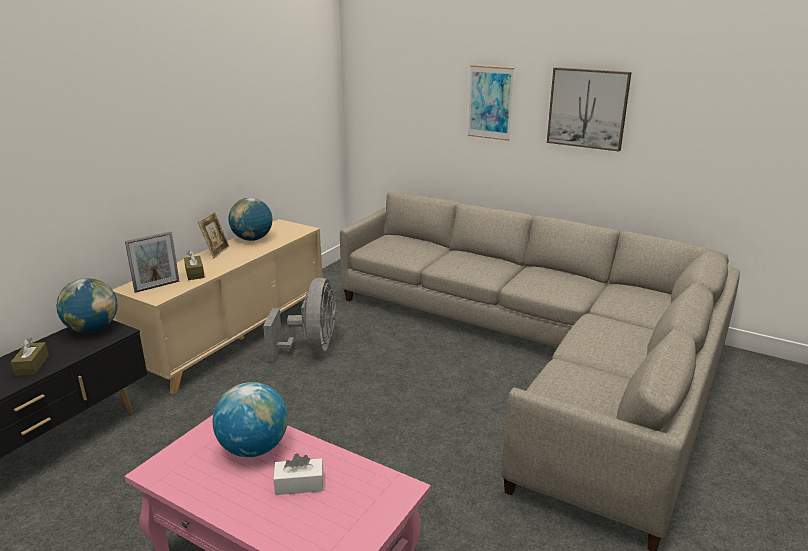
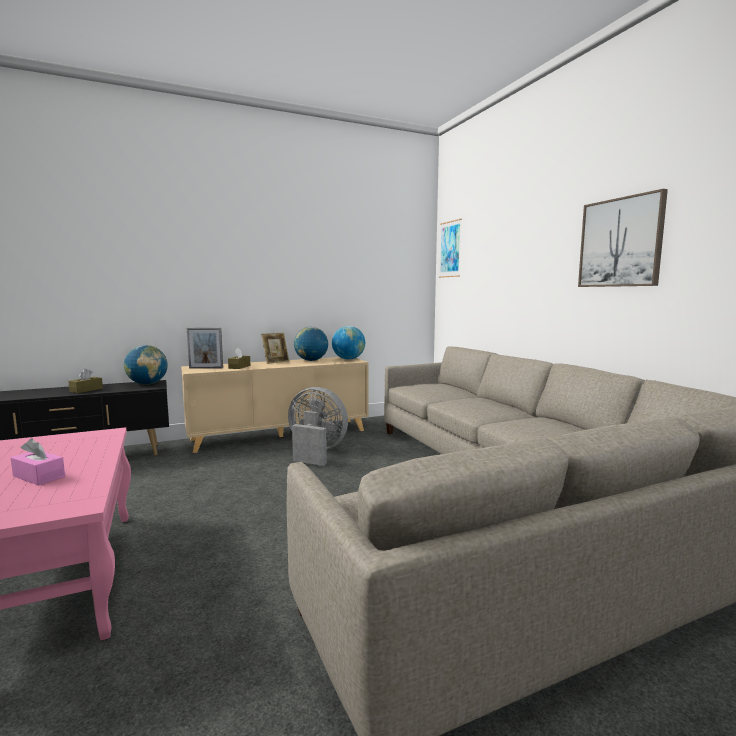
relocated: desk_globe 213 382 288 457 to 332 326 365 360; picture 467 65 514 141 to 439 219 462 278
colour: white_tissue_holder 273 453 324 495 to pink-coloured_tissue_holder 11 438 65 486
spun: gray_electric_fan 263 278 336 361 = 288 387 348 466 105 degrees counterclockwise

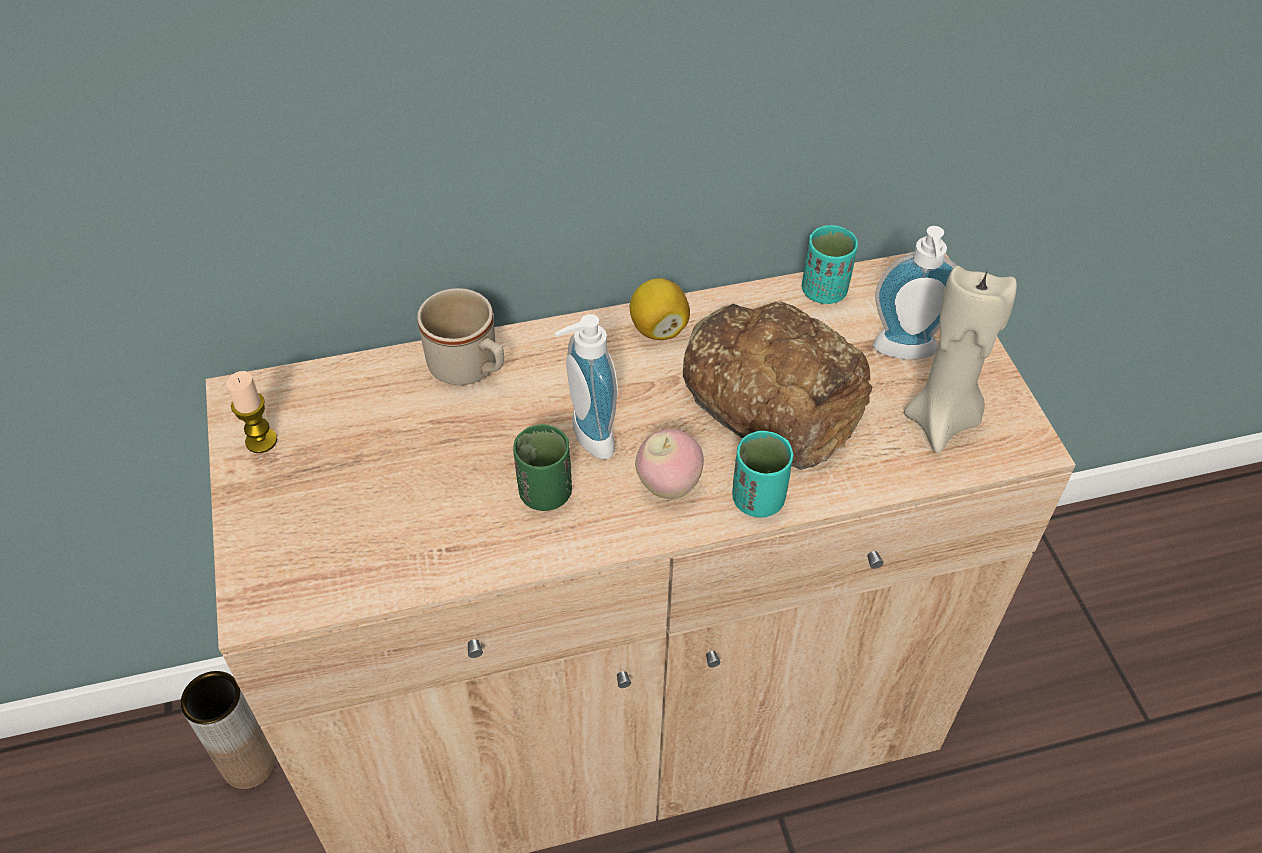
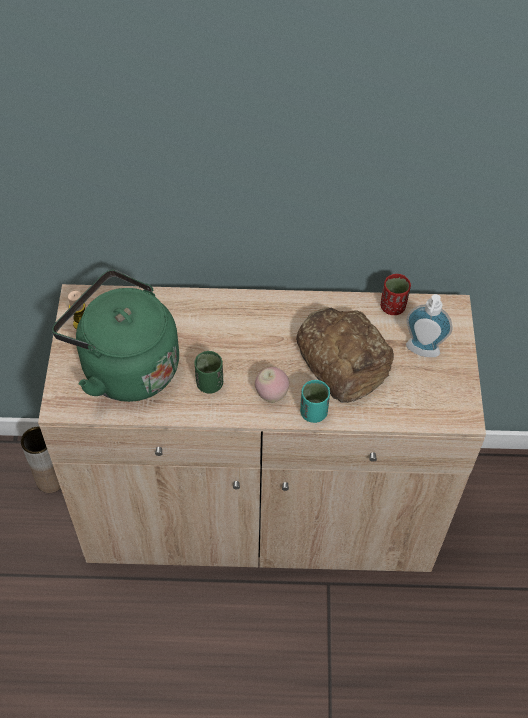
missing: beige_coffee_mug 417 288 504 385; liquid_soap_bottle 555 314 618 460; lemon 630 278 690 340; beige_wax_candle 904 266 1017 453
appeared: greenish_water_kettle 52 269 179 402
colour: turquoise_cup 802 225 858 304 to reddish_cup 380 274 411 315

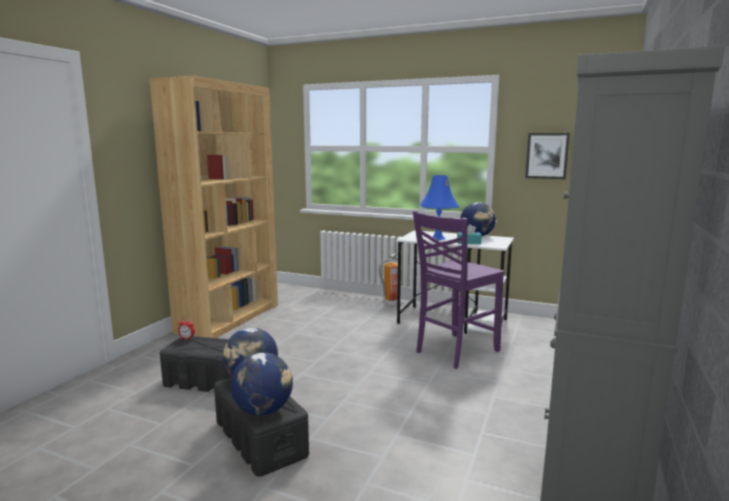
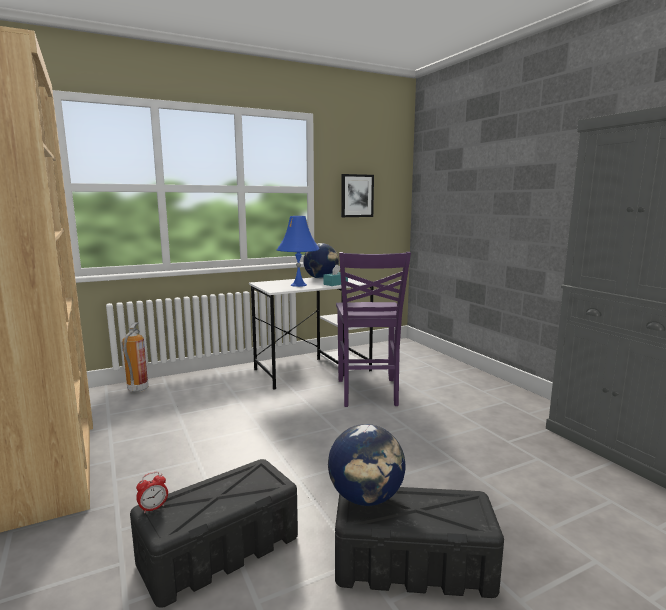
missing: desk_globe 231 352 293 416
relocated: fire_extinguisher 379 253 398 307 to 122 322 149 392

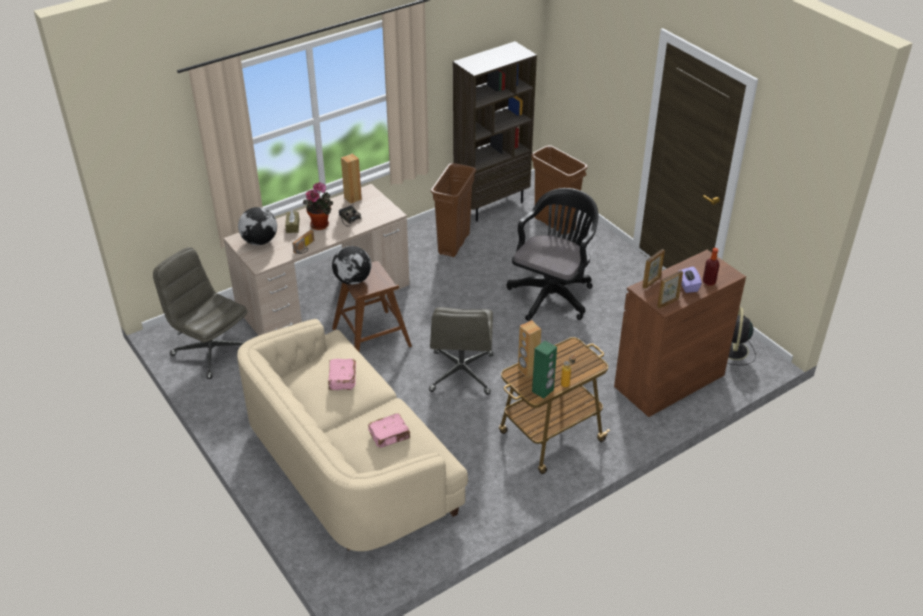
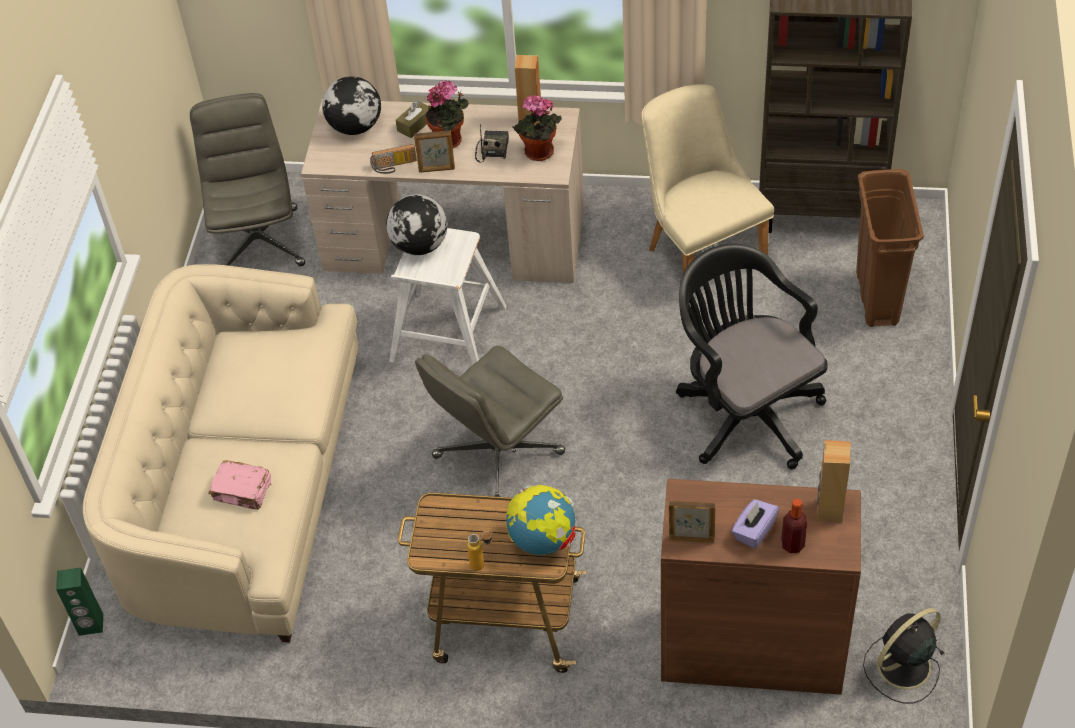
missing: pink-coloured_bound_book 328 359 356 390
appeared: desk_globe 506 484 575 555; houseplant 512 95 562 161
relocated: brown_speaker 518 320 541 378 to 817 440 851 523; greenish_speaker 532 340 557 399 to 56 568 103 636; picture_frame 642 249 665 289 to 414 130 455 173
exchanged: brown_trash_can 431 163 476 257 to beige_chair 641 84 774 274
colour: brown_sitting_stool 332 261 412 351 to white_sitting_stool 389 228 507 365
spun: blackish_office_chair 506 188 599 321 = 676 244 828 470 105 degrees counterclockwise

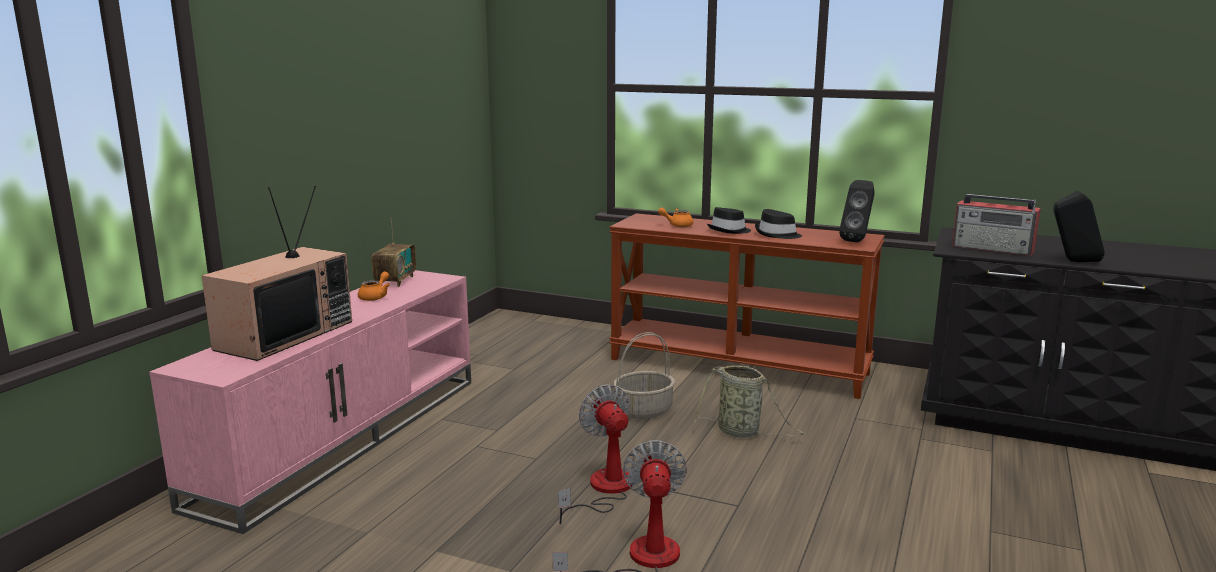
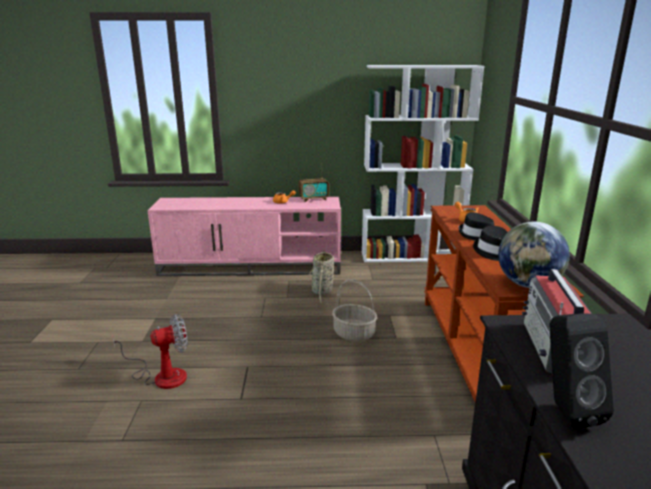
missing: TV_set 201 186 352 361; electric_fan 558 384 632 524
appeared: white_bookshelf 362 65 484 262
relocated: basket 694 365 804 438 to 308 251 334 305
exchanged: blackish_speaker 839 180 875 242 to desk_globe 498 222 570 288

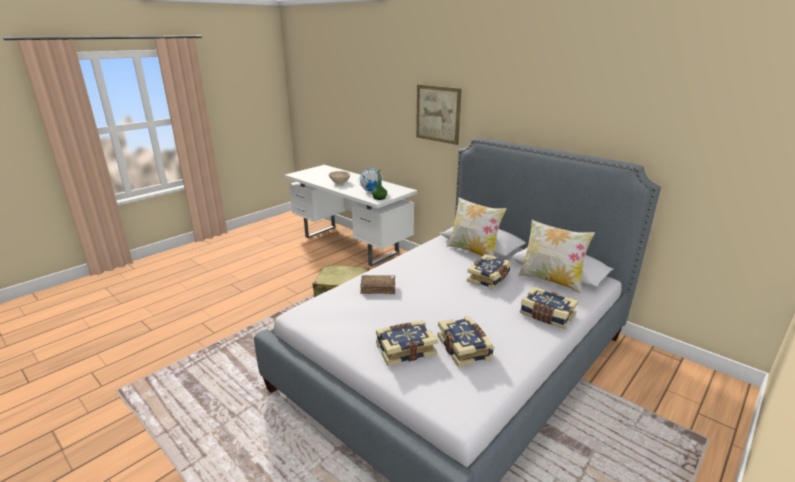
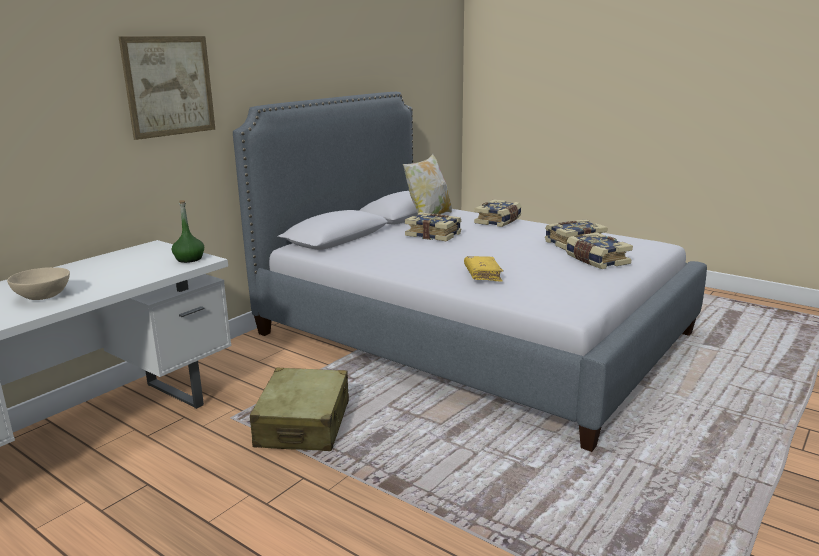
missing: desk_globe 358 166 383 191; pillow 446 197 507 257
colour: brown_bound_book 360 275 395 294 to yellowish_bound_book 464 256 504 282

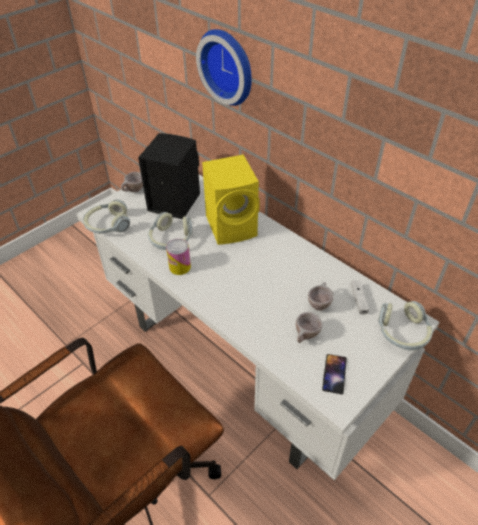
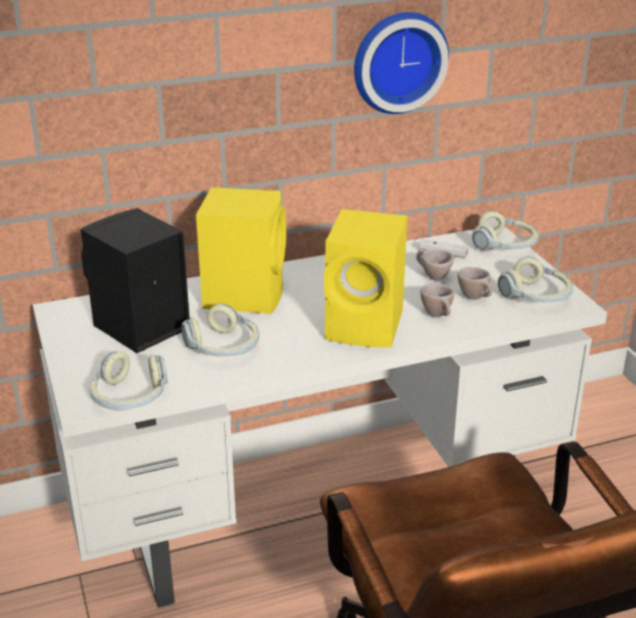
missing: metal_can 166 239 191 275
appeared: yellowish_speaker 324 209 407 348
relocated: beige_cup 121 172 143 192 to 420 283 454 317; hanging_clock 196 29 252 106 to 354 12 449 114
exchanged: handset 322 354 347 394 to headset 498 257 573 303

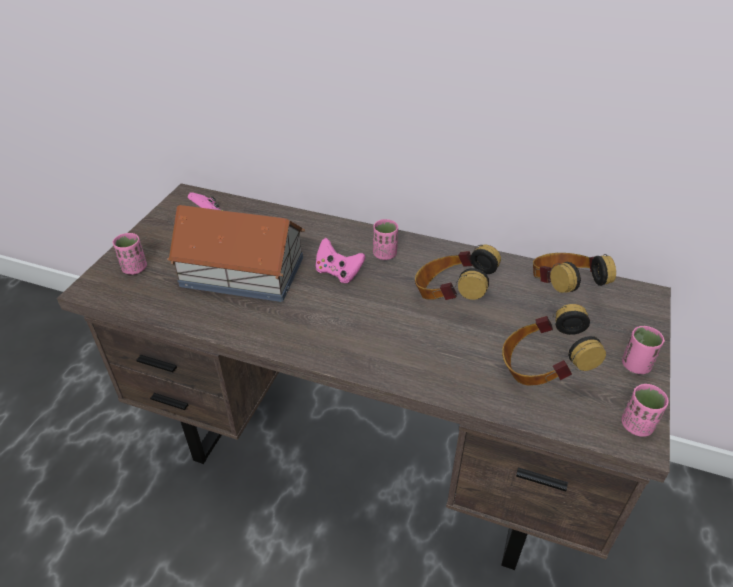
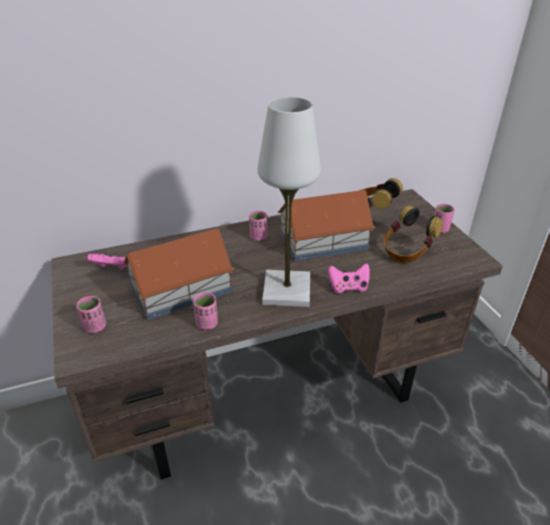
appeared: white_lamp_for_a_table 257 97 321 307
relocated: pink-coloured_game_controller 316 238 366 283 to 328 263 370 293; pink-coloured_cup 622 384 669 437 to 193 293 218 330
exchanged: headset 415 245 501 300 to miniature_house 278 190 375 261

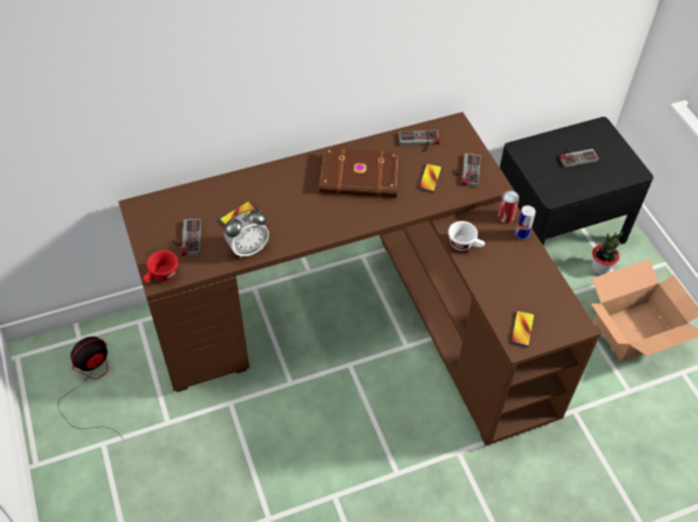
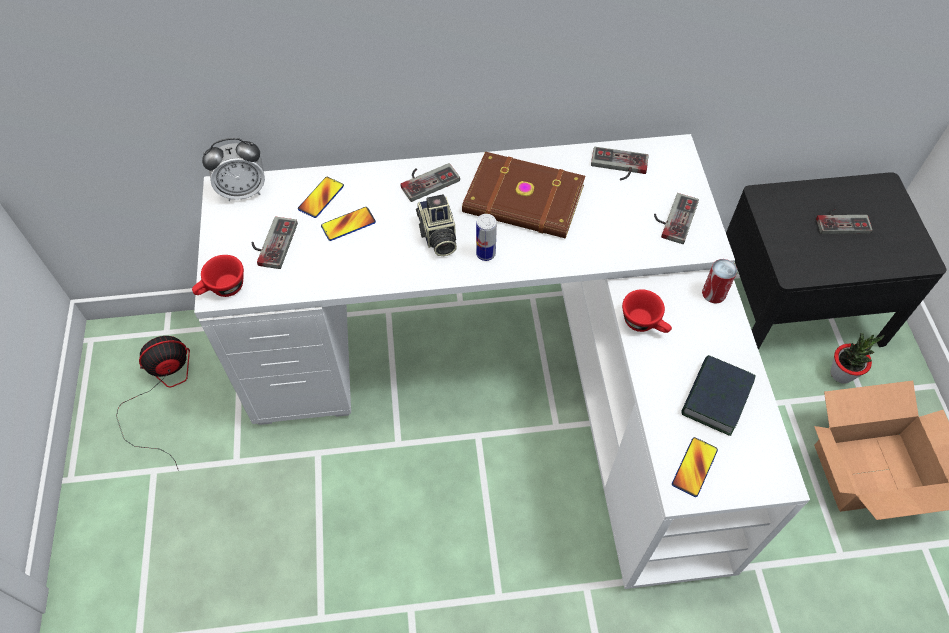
appeared: game_controller 401 163 460 202; still_camera 416 194 457 256; bound_book 682 355 756 436
relocated: bedside_clock 224 209 269 259 to 202 138 265 201; handset 418 163 442 193 to 298 177 344 218; metal_can 515 206 536 240 to 476 214 497 261
colour: brown_desk_unit 118 112 600 446 to white_desk_unit 194 134 810 589; white_cup 448 221 485 251 to reddish_cup 622 289 672 333

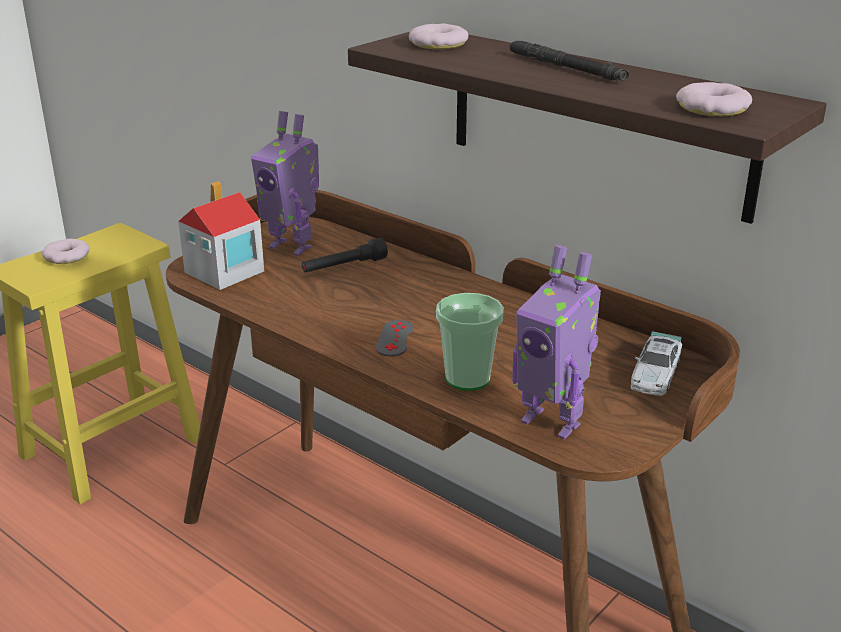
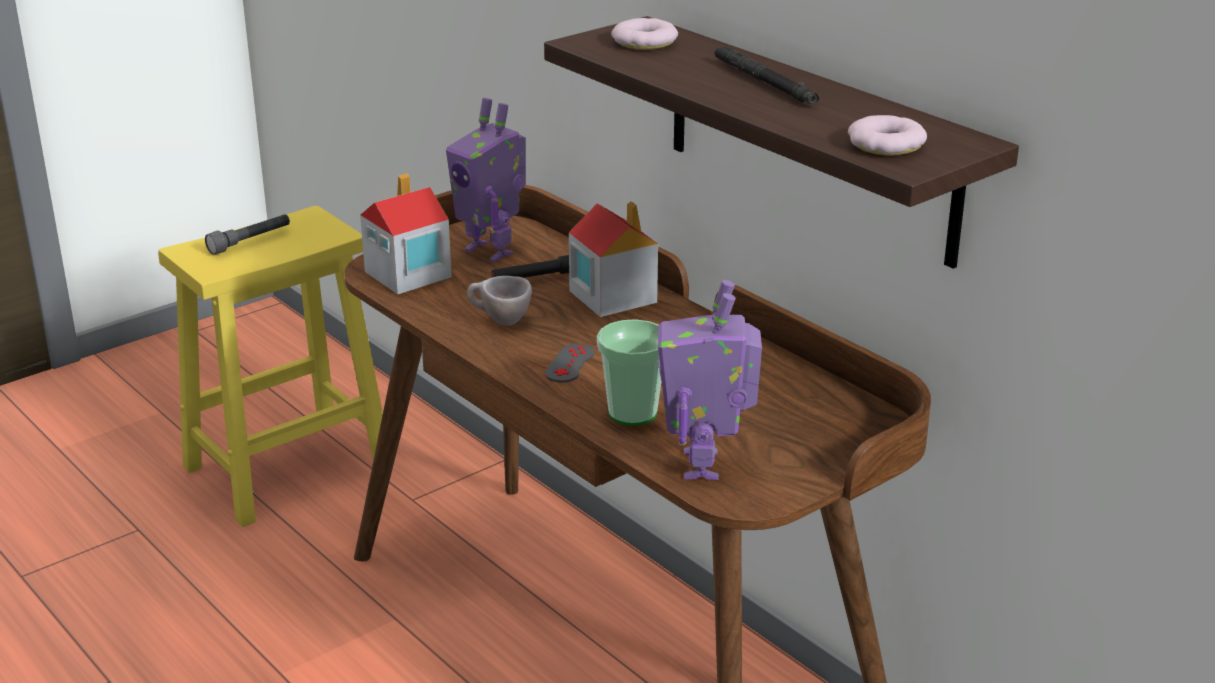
missing: miniature_car 631 331 682 396
appeared: beige_cup 467 276 532 326; miniature_house 569 201 658 317
exchanged: doughnut 42 239 90 264 to gray_torch 205 214 290 255
spun: toy_robot 512 245 601 439 = 658 280 762 480 45 degrees clockwise

